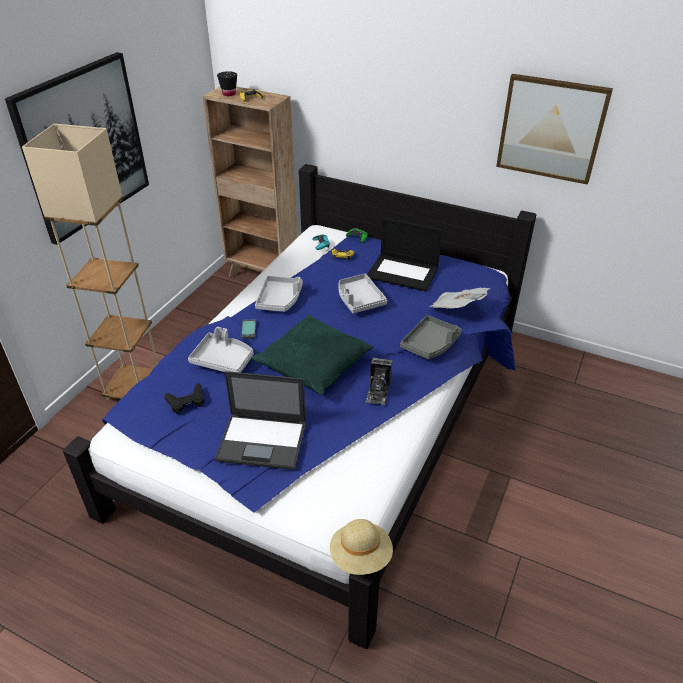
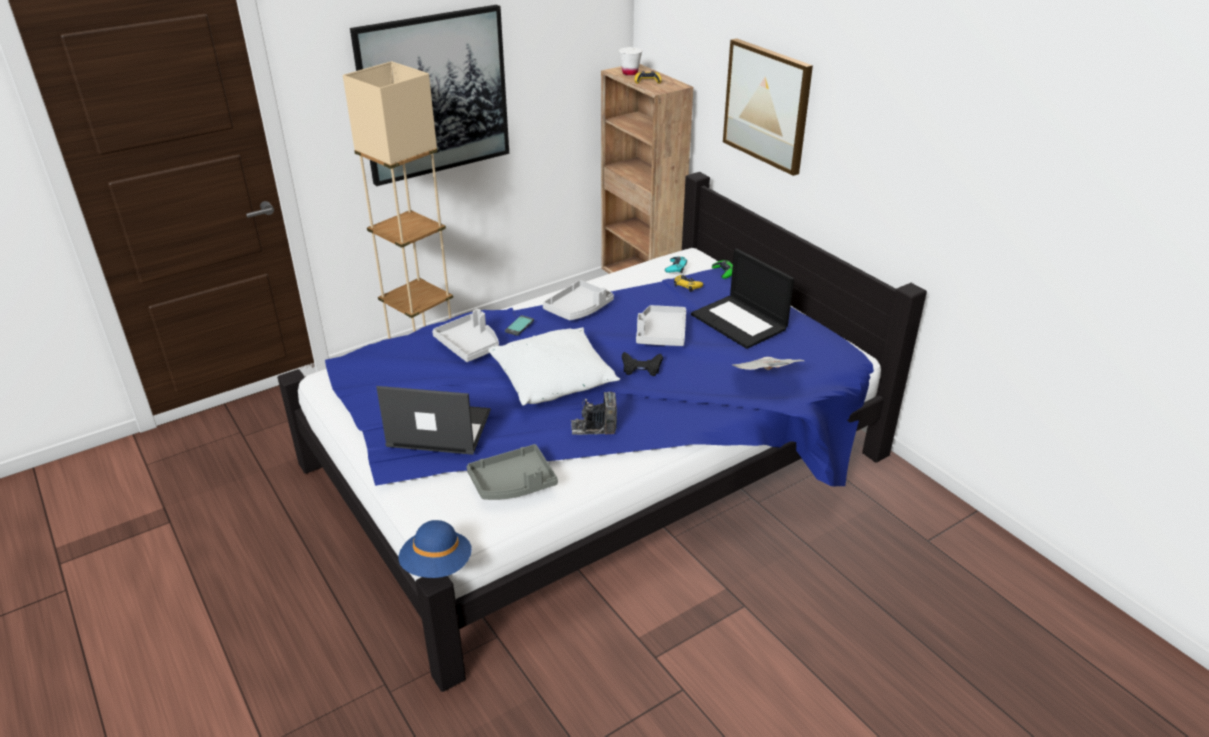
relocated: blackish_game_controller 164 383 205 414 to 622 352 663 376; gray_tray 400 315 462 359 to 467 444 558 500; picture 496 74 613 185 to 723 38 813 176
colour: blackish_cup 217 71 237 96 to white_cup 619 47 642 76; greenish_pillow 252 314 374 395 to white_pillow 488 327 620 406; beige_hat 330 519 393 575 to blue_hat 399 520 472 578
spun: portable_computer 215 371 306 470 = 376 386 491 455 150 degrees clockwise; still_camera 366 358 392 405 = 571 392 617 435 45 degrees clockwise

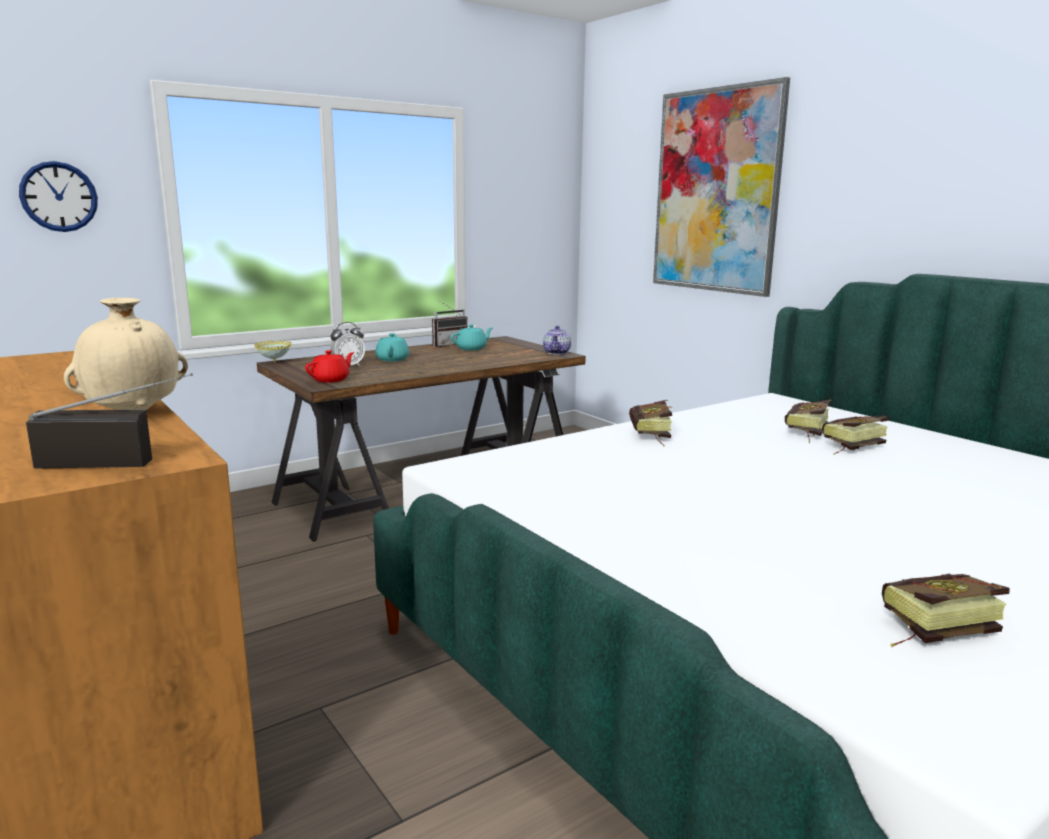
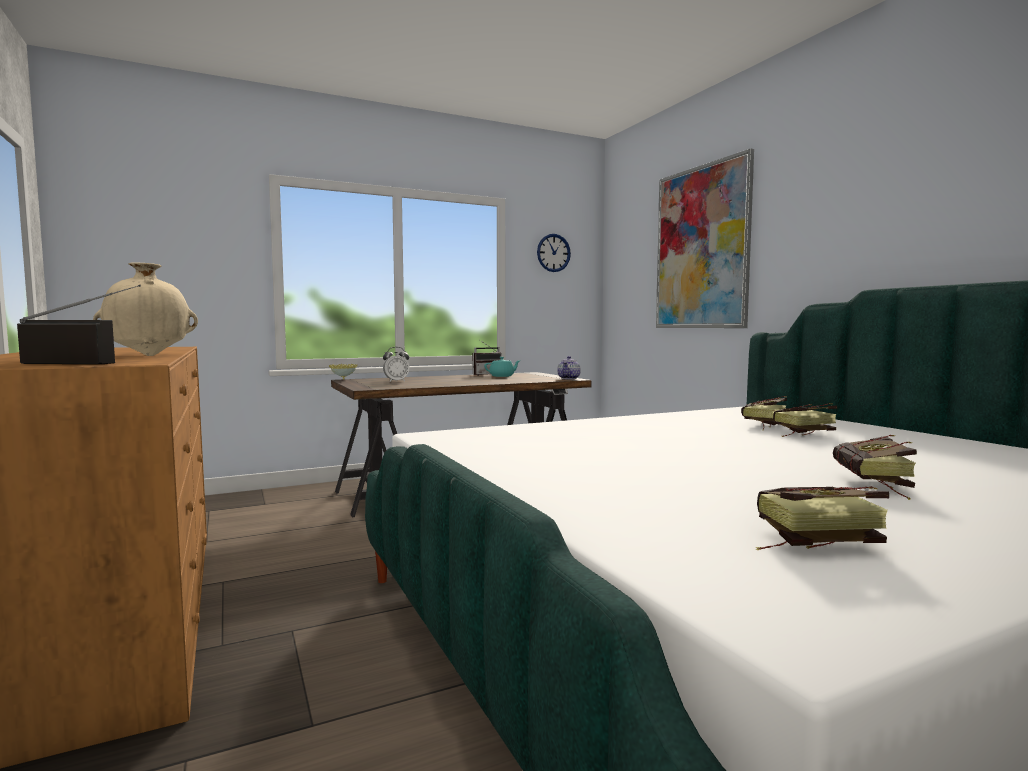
missing: reddish_teapot 305 350 354 383; turquoise_teapot 375 333 409 362
relocated: hanging_clock 19 161 98 232 to 537 234 571 272; bound_book 629 400 672 447 to 833 435 917 500

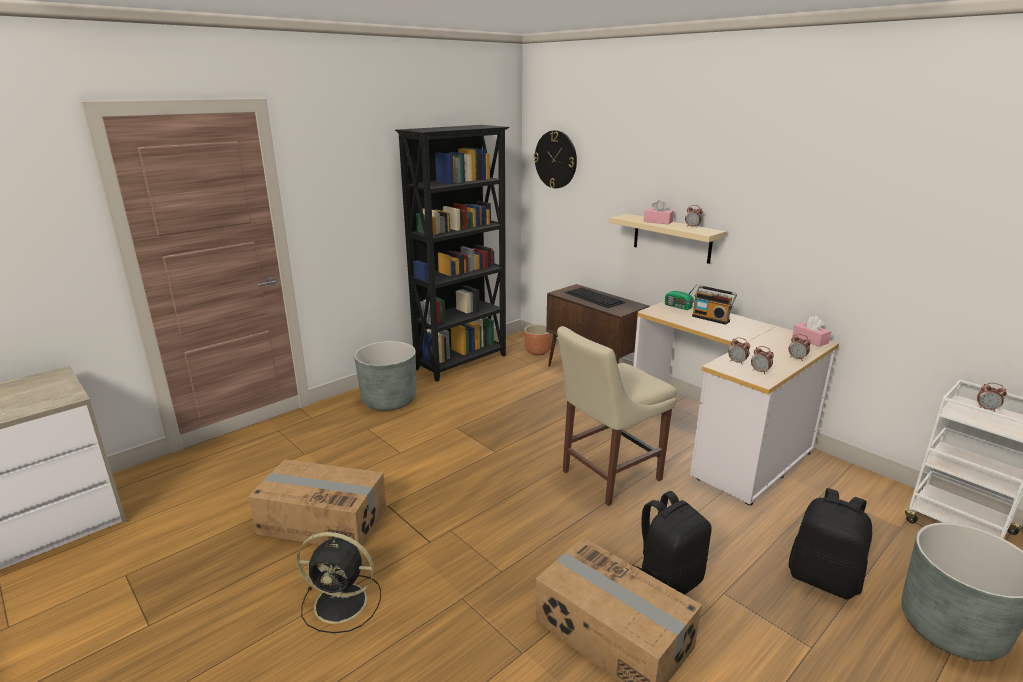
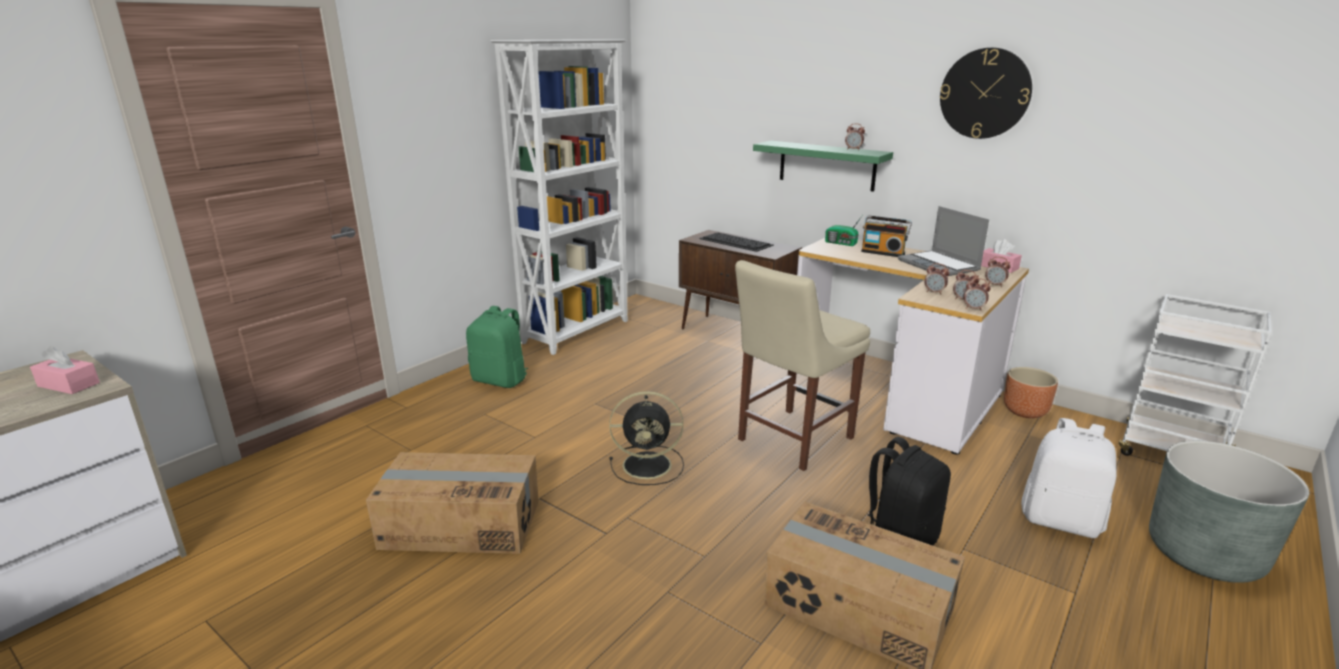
appeared: portable_computer 898 206 989 276
relocated: blackish_electric_fan 297 532 381 633 to 609 391 684 485; brown_plant_pot 524 324 552 355 to 1004 367 1058 418; hanging_clock 534 130 577 188 to 940 48 1032 139; pink-coloured_tissue_holder 644 200 674 225 to 30 346 100 394; bedside_clock 977 383 1007 412 to 963 278 991 311
exchanged: gray_plant_pot 354 341 416 411 to greenish_knapsack 466 306 528 388
colour: blackish_bookshelf 395 125 510 382 to white_bookshelf 490 39 628 355; beige_shelf 609 214 726 264 to greenish_shelf 753 141 893 192; blackish_knapsack 789 488 872 599 to white_knapsack 1021 418 1117 538

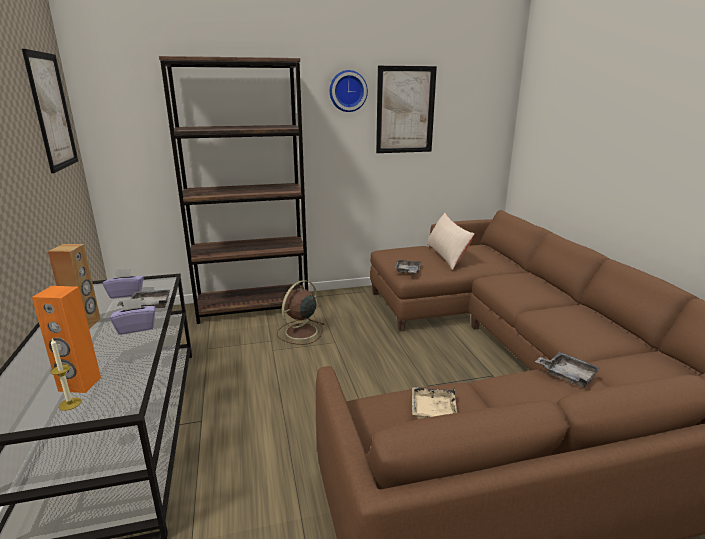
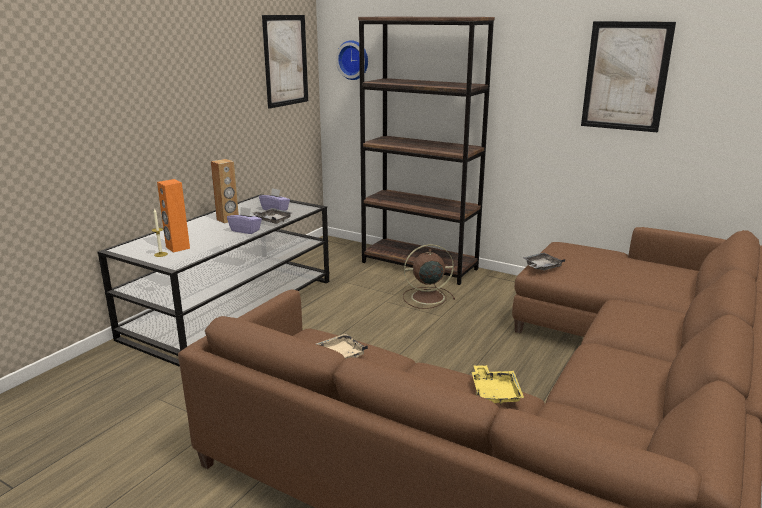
missing: beige_pillow 426 213 475 270
relocated: hanging_clock 330 70 368 112 to 336 40 368 80
colour: gray_tray 535 352 600 388 to yellowish_tray 472 365 524 405

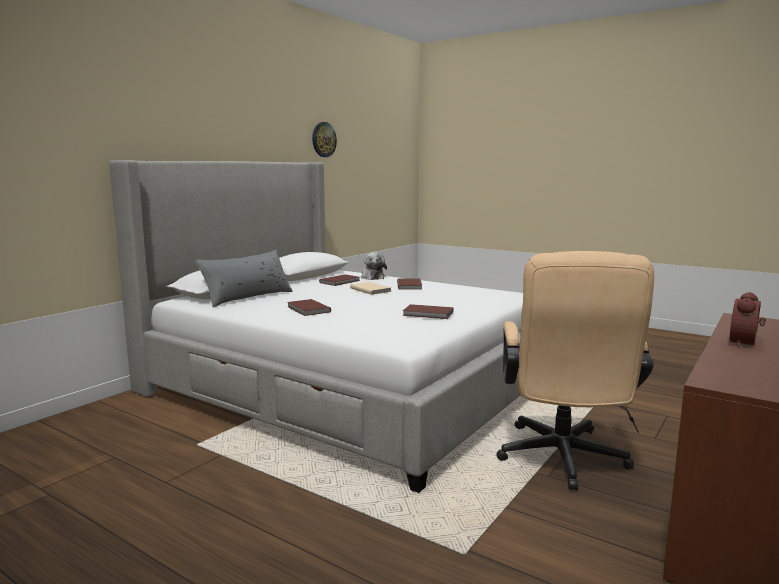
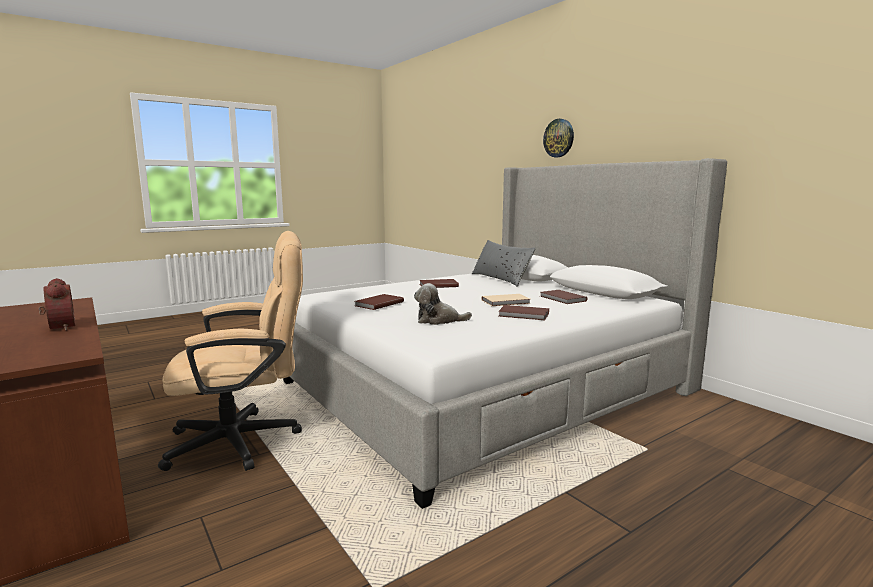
relocated: hanging_clock 312 122 337 157 to 543 119 574 157; soft_toy 361 252 387 280 to 414 283 472 325
spun: beige_office_chair 496 251 654 490 = 158 231 303 471 135 degrees clockwise

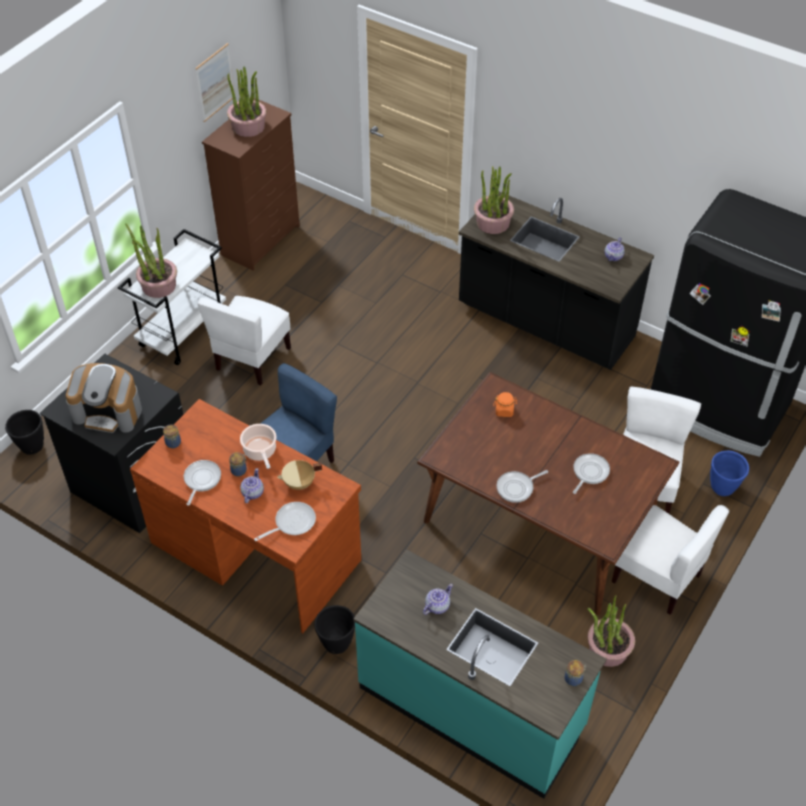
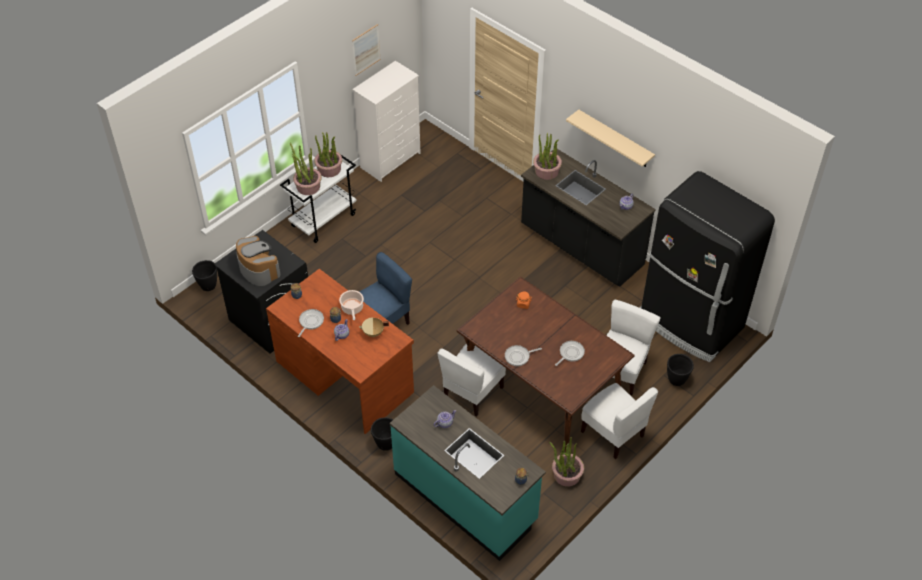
missing: skillet 254 502 316 541
appeared: beige_shelf 566 110 655 167
relocated: white_chair 197 296 291 385 to 438 344 506 416; houseplant 227 67 266 137 to 314 132 342 177
colour: brown_dresser 202 98 300 271 to white_dresser 352 61 421 182; blue_plant_pot 710 450 749 496 to blackish_plant_pot 667 354 694 386
spun: coffee_brewer 66 363 142 433 = 236 236 280 286 150 degrees counterclockwise

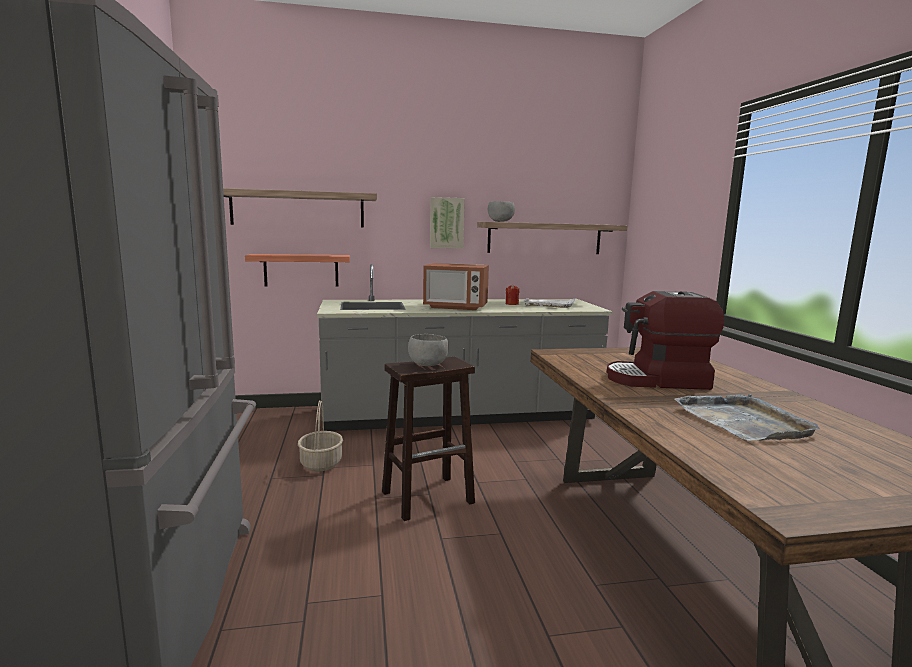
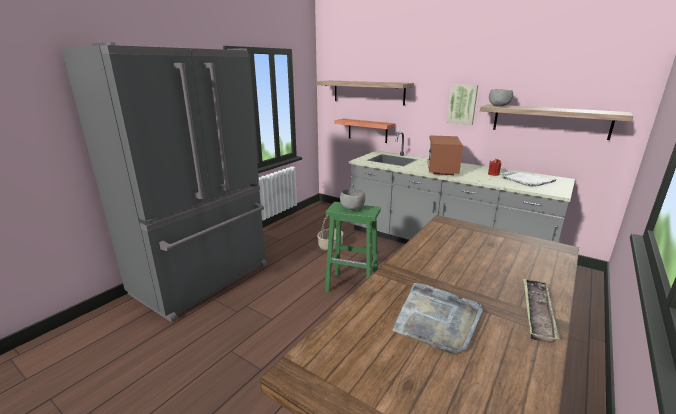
missing: coffee_brewer 607 291 724 390
appeared: tray 523 278 560 343
colour: brown_sitting_stool 382 356 475 521 to greenish_sitting_stool 325 202 381 293
spun: kitchen_microwave 423 263 489 310 = 427 135 463 175 45 degrees clockwise

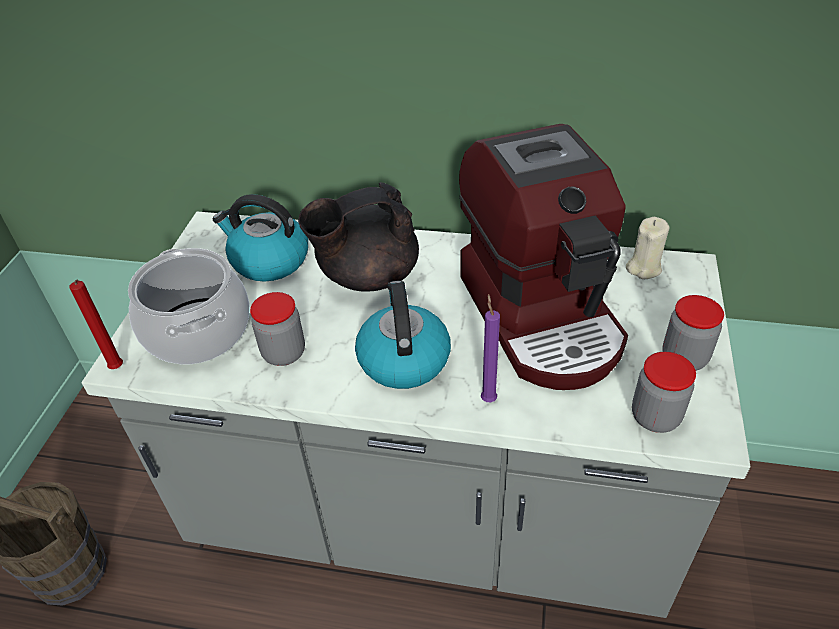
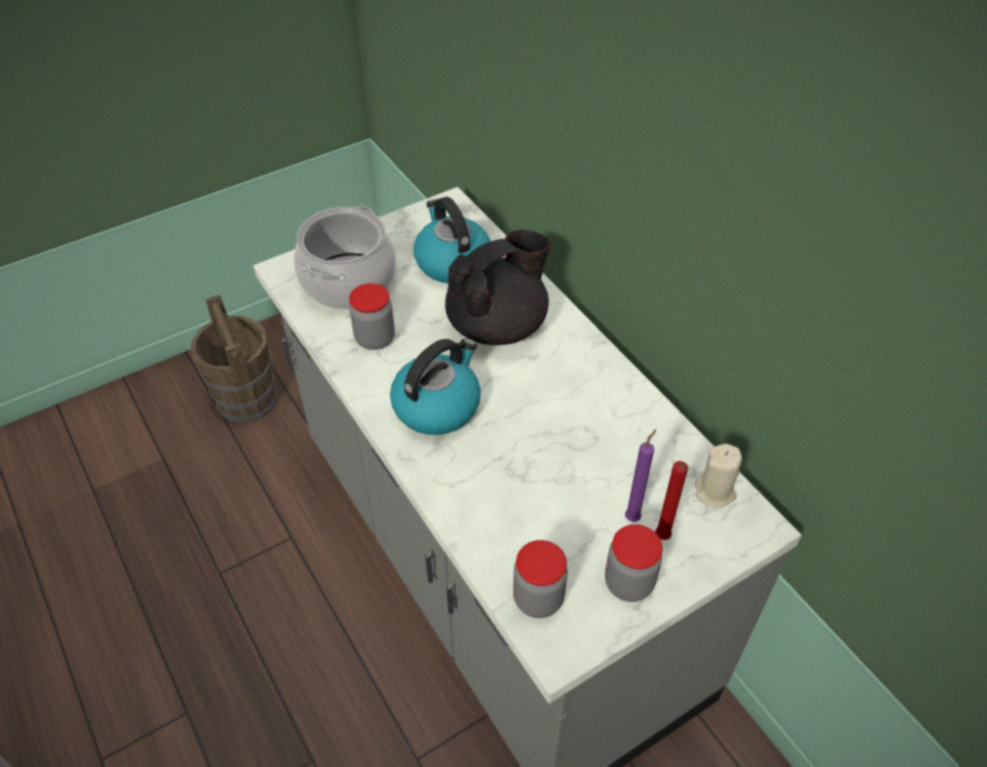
missing: coffee_brewer 459 124 628 390
relocated: reddish_wax_candle 69 280 123 369 to 655 461 688 540; purplish_wax_candle 481 294 500 402 to 625 429 656 522
spun: blackish_teapot 298 182 419 292 = 445 230 551 345 120 degrees clockwise

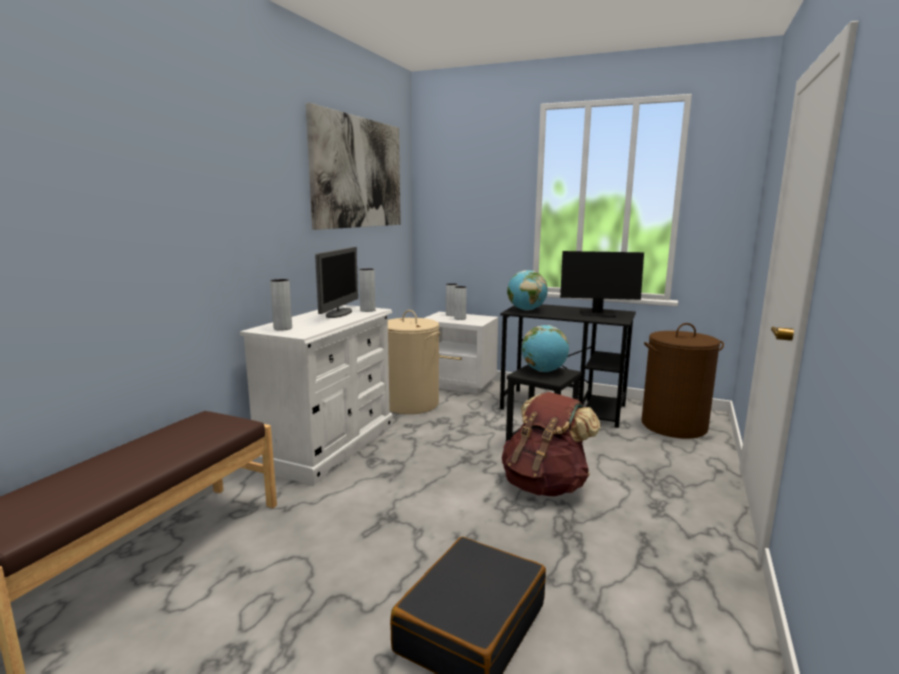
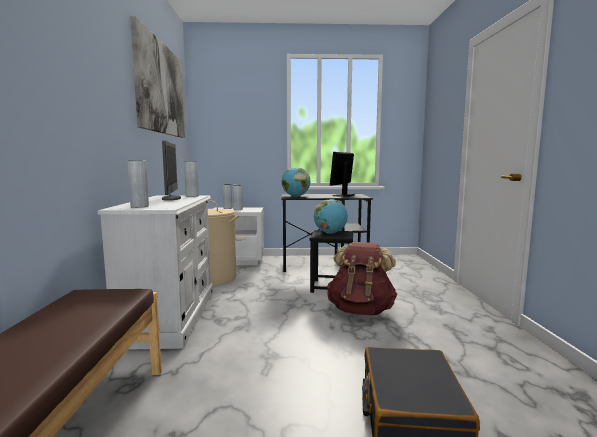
missing: brown_washing_basket 641 323 724 439
spun: computer_screen 560 251 644 317 = 330 152 355 197 135 degrees clockwise

